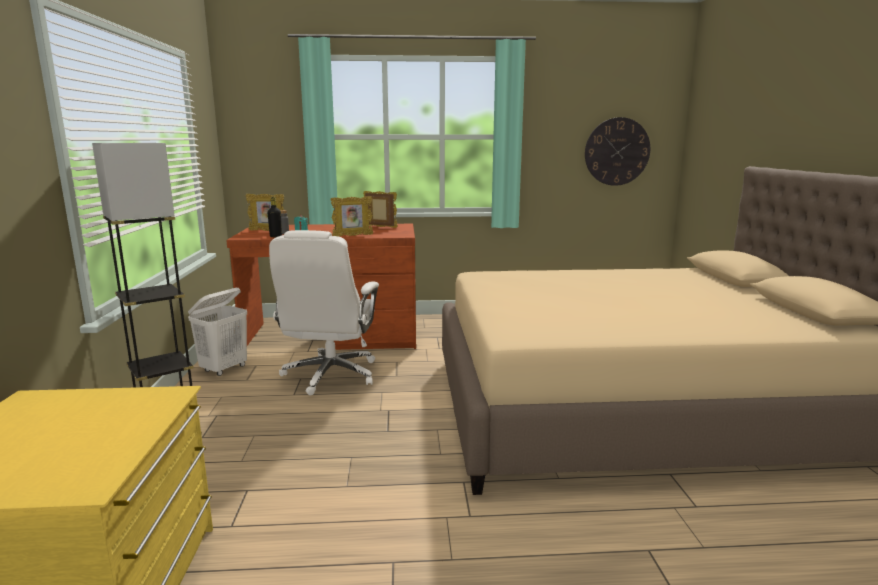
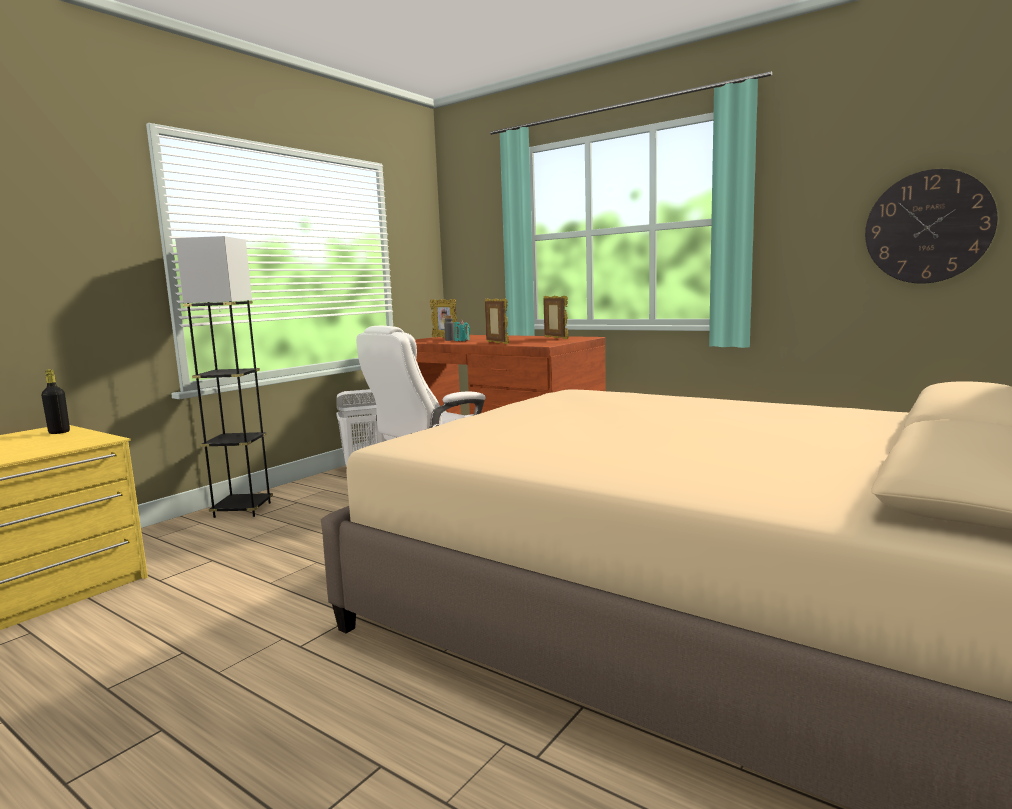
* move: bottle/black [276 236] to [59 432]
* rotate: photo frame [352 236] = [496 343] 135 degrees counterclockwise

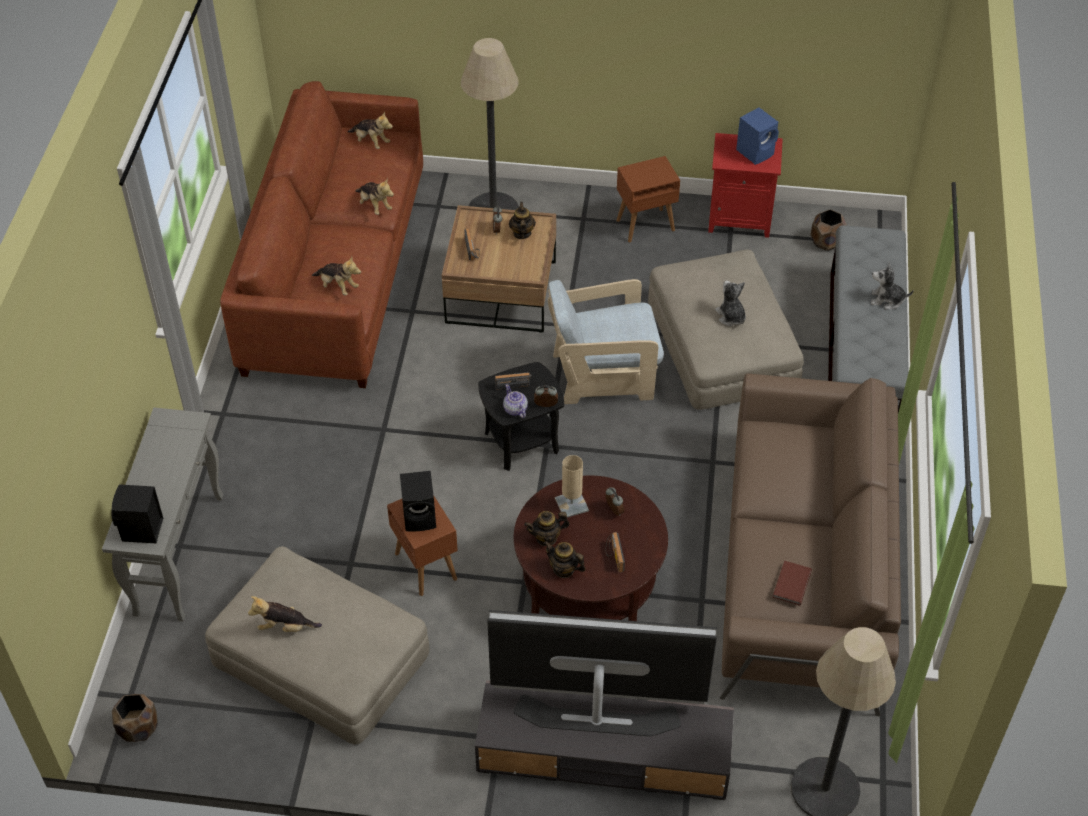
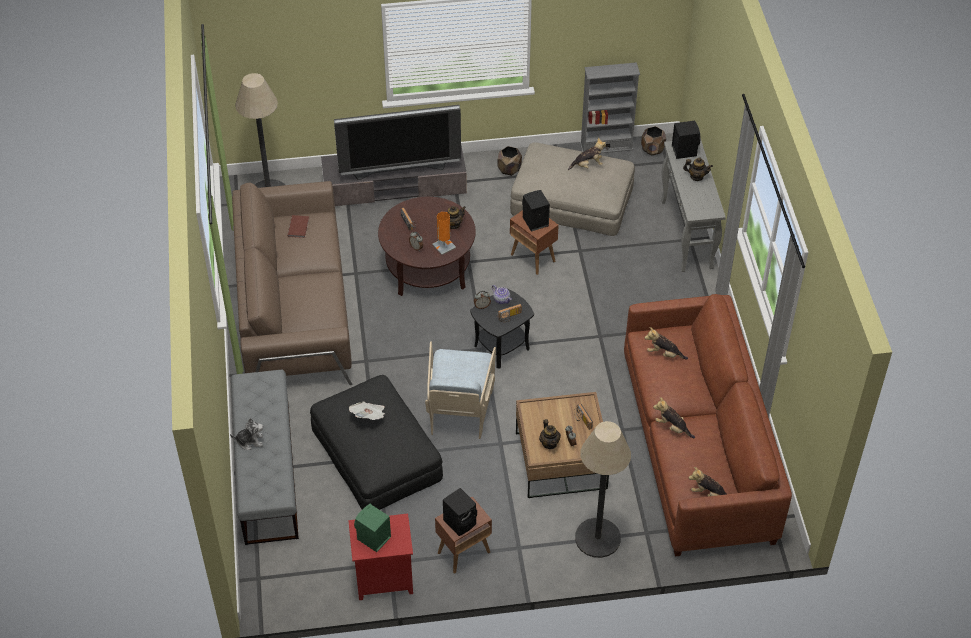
* insert: audio speaker/black [461 522]
* insert: bookshelf/gray [606 146]
* move: teapot [564 569] to [696 176]
* move: flower pot/brown-coloured [826 242] to [509 169]
* replace: plush toy [731 316] to daily paper [369 416]
* recolor: table lamp/beige-coloured [571 504] to table lamp/orangey [444 246]
* recolor: pouffe/beige-coloured [722 343] to pouffe/black [376 453]
* recolor: audio speaker/blue-coloured [756 152] to audio speaker/green [373 539]
* rotate: easy chair/beige-coloured [603 374] = [459 409] 120 degrees clockwise

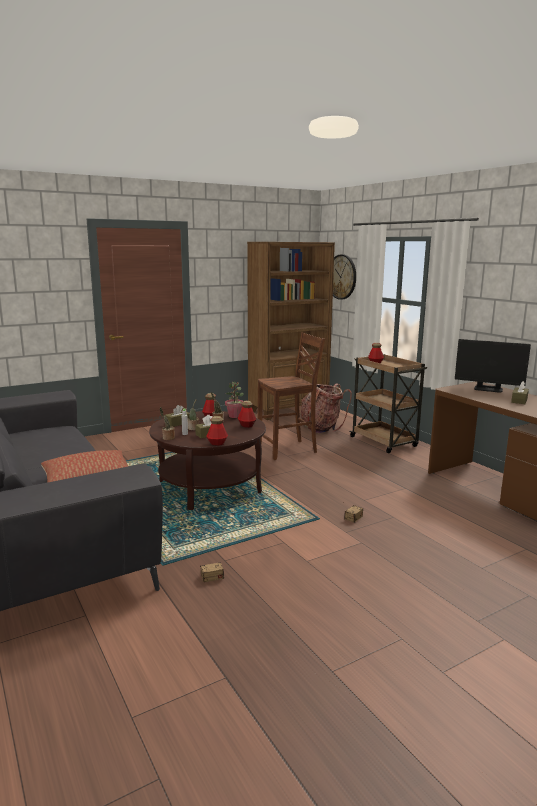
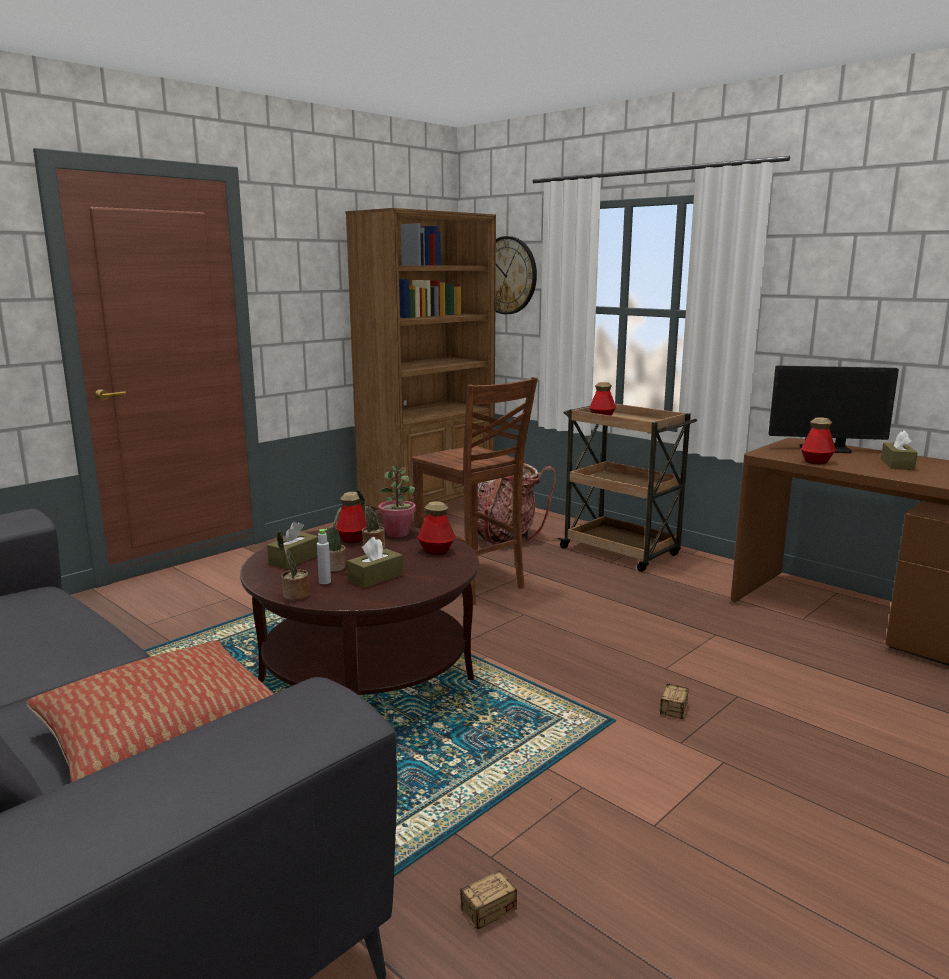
* move: bottle [217 443] to [816 462]
* rotate: plain chair/brown-coloured [288 450] = [472 584] 90 degrees clockwise

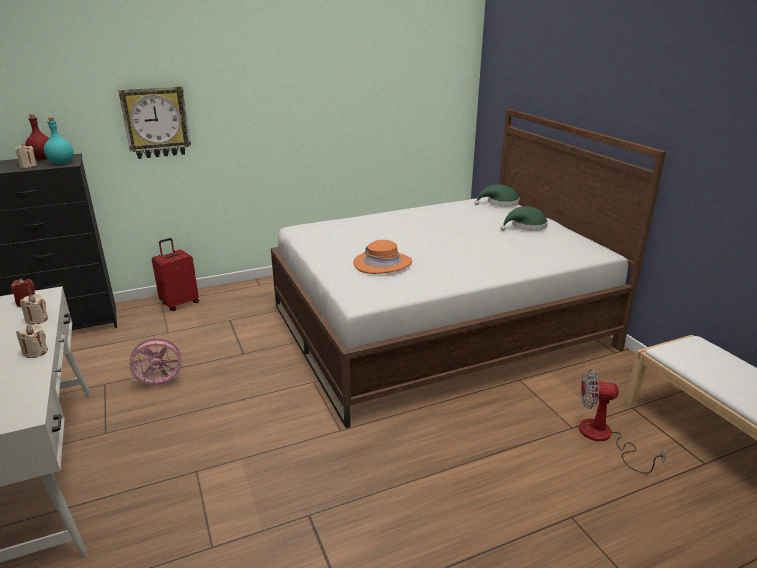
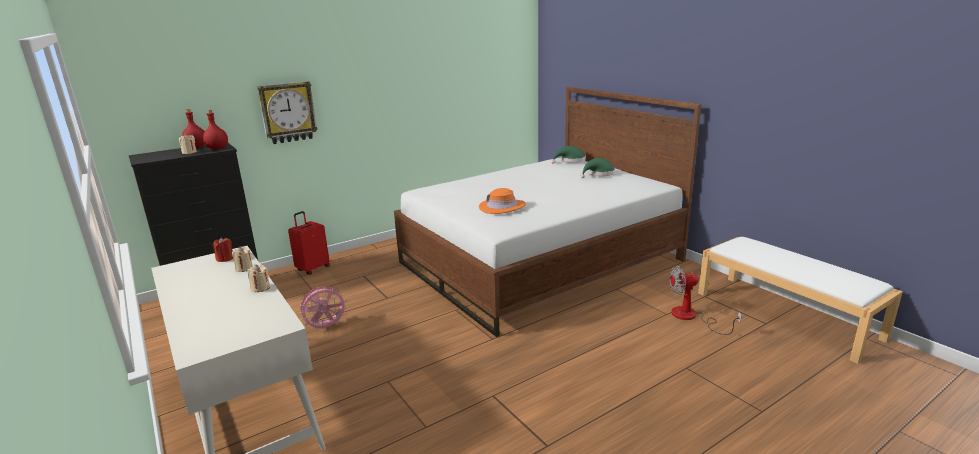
* recolor: bottle/turquoise [61 163] to bottle/reddish [217 148]

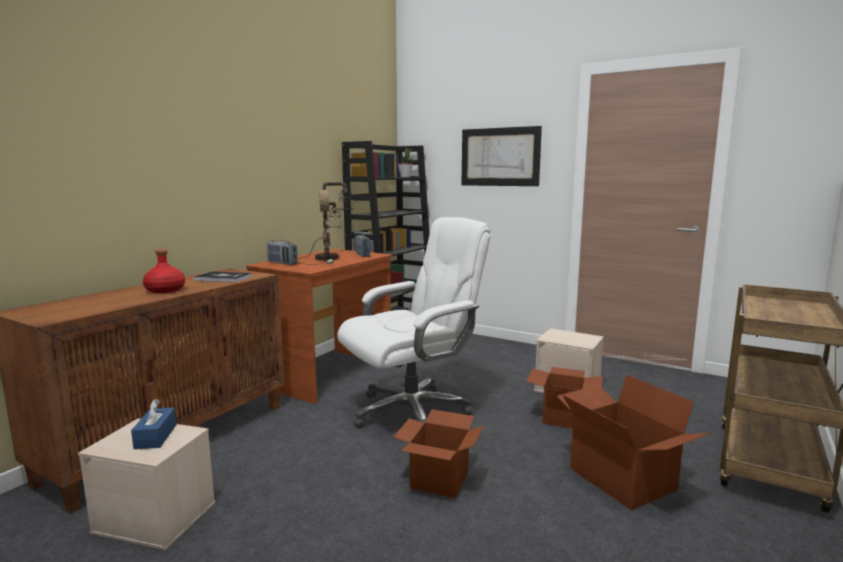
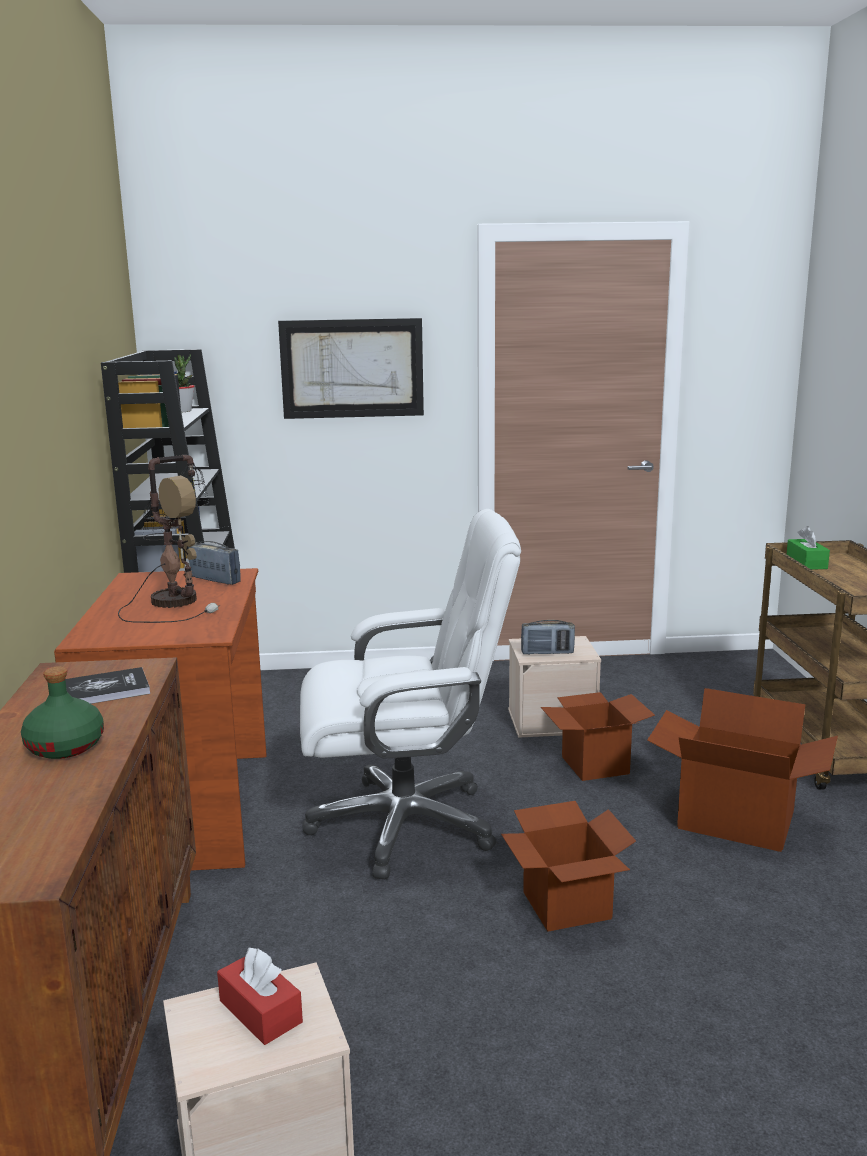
* insert: box of tissues/green [806 563]
* move: radio set [282 263] to [547 653]
* recolor: box of tissues/blue-coloured [155 436] to box of tissues/reddish [260 1011]
* recolor: bottle/reddish [165 290] to bottle/green [66 746]
* rotate: office chair/whitish [412 411] = [406 824] 60 degrees clockwise

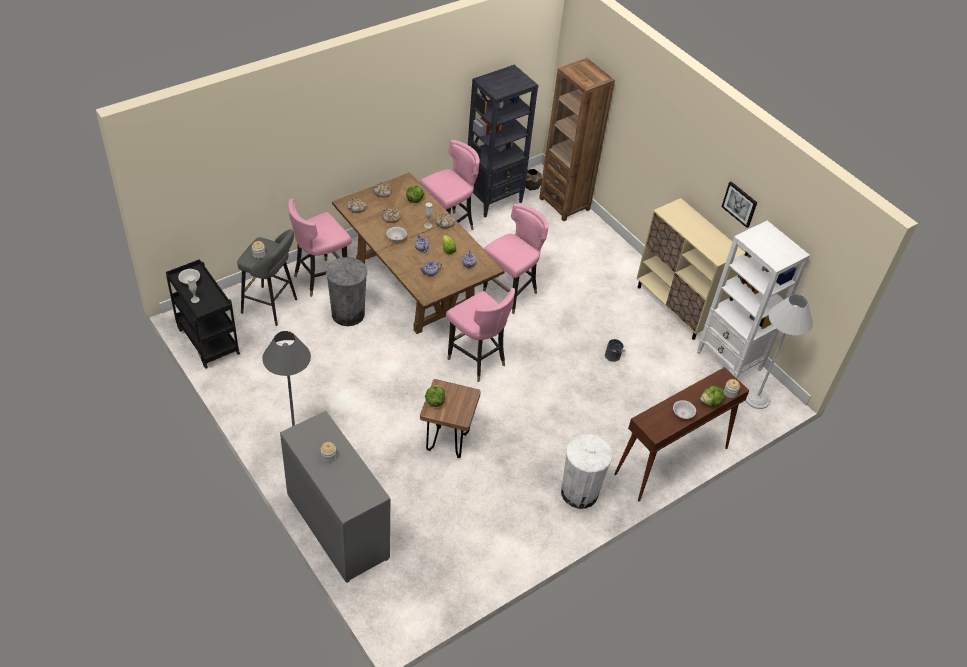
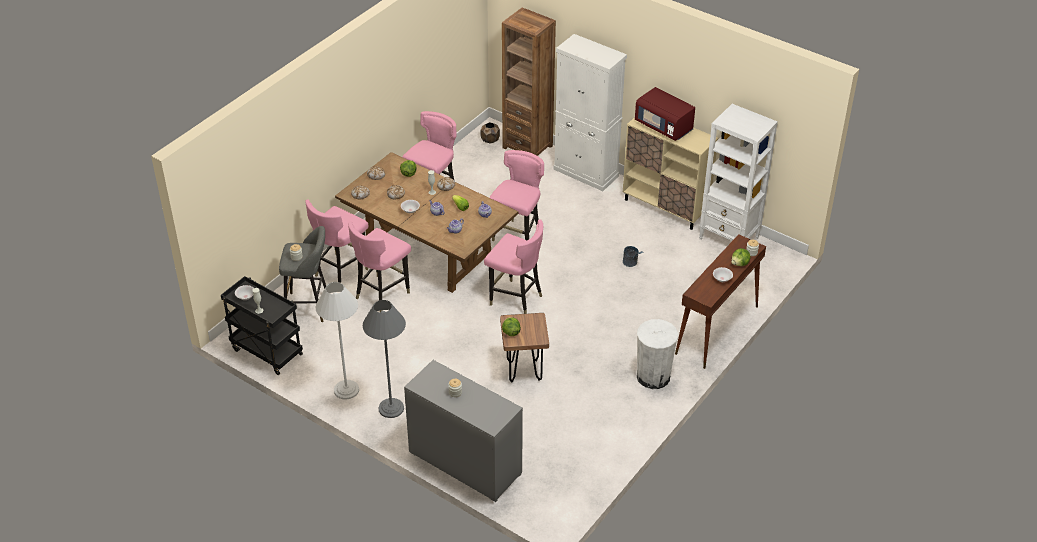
* delete: bookshelf/black [494 199]
* delete: wall art [740 204]
* insert: cabinet/whitish [586 173]
* insert: microwave/reddish [664 127]
* move: standard lamp/whitish [757 399] to [346 390]
* replace: trash can/gray [348 314] to plain chair/pink [382 294]

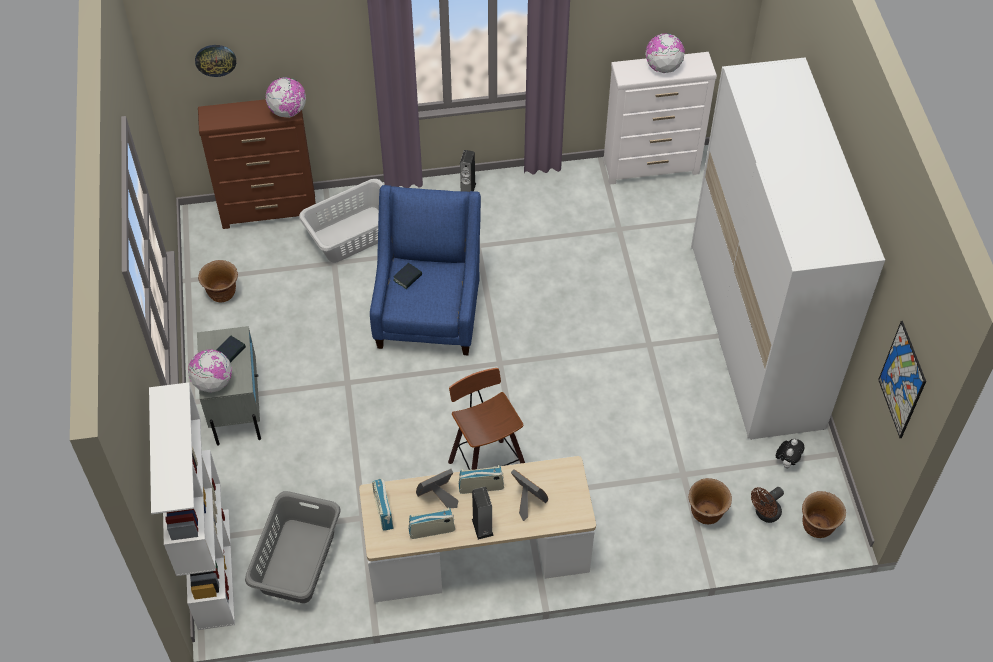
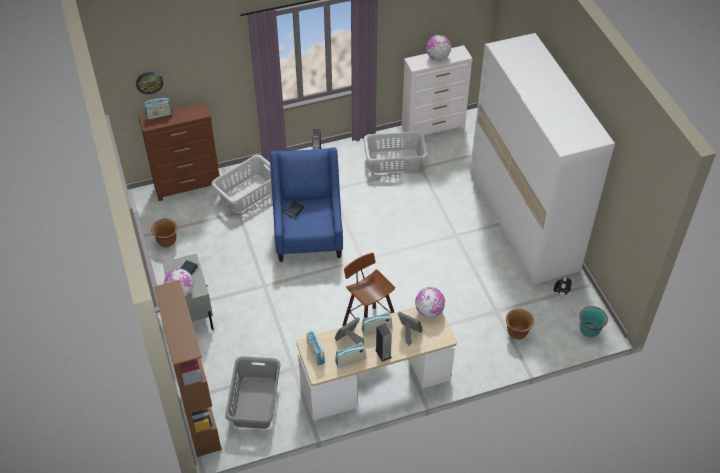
* delete: fan/brown-coloured [765 514]
* delete: wall art [902 380]
* insert: radio set [159 115]
* insert: hamper/gray [395 161]
* move: globe [288 111] to [429 311]
* recolor: bookshelf/whitish [213 568] to bookshelf/brown-coloured [198 415]
* recolor: flower pot/brown-coloured [817 526] to flower pot/turquoise [589 330]

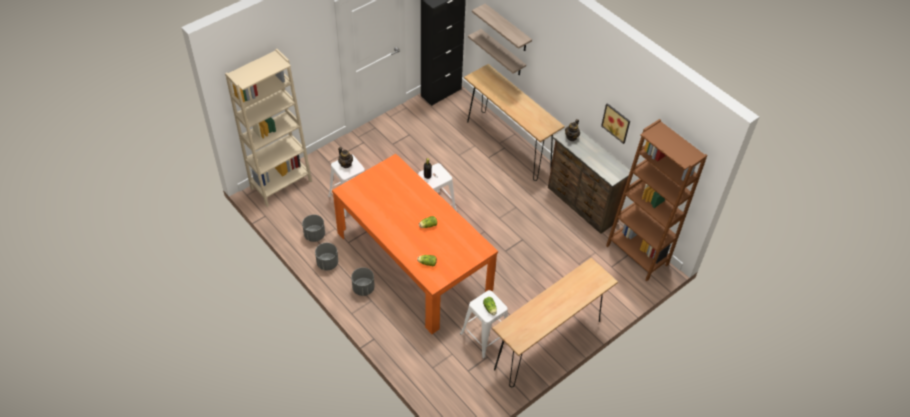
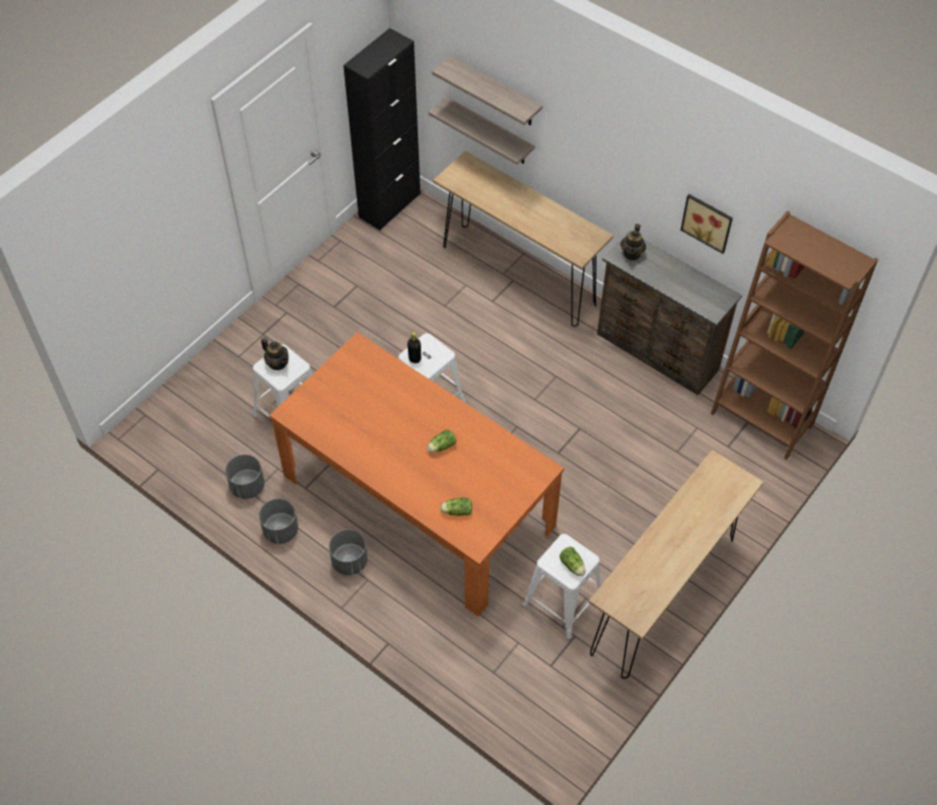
* delete: bookshelf/beige-coloured [281 184]

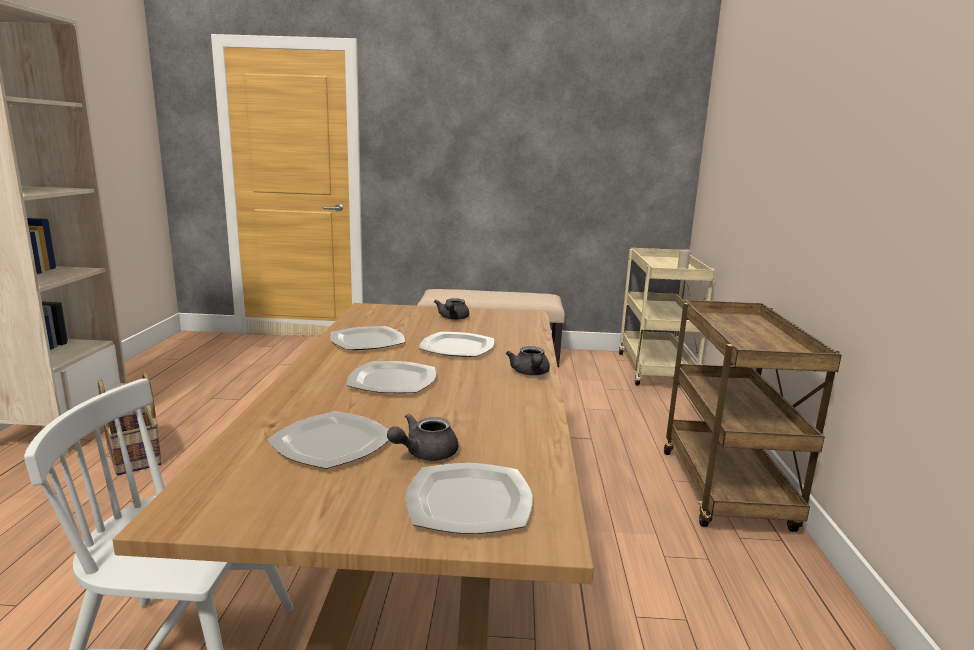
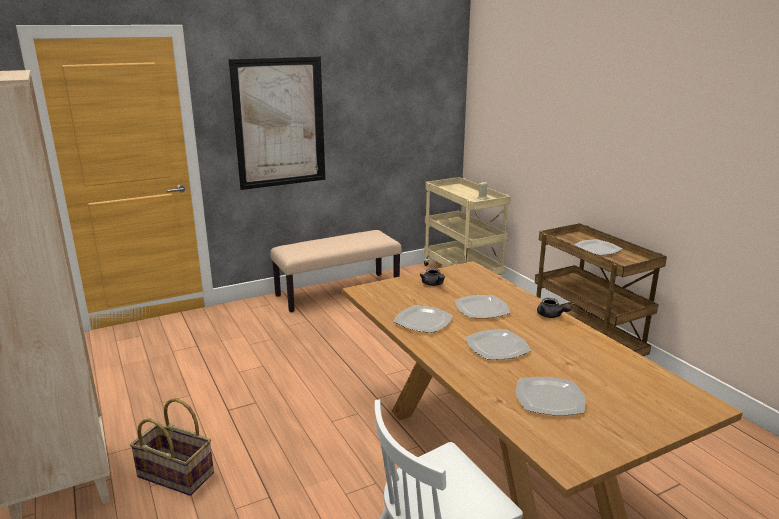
* delete: teapot/gray [424 454]
* insert: wall art [280 123]
* move: flat dish [470 501] to [597 249]

